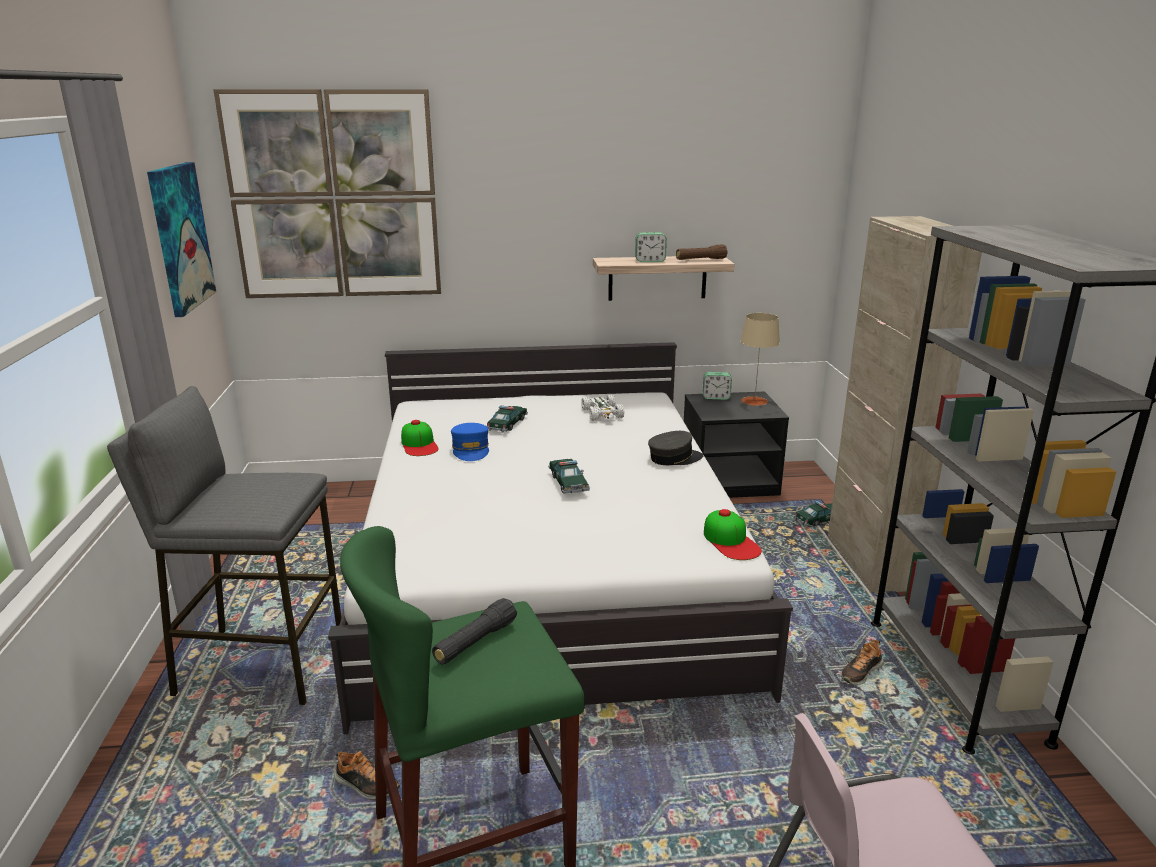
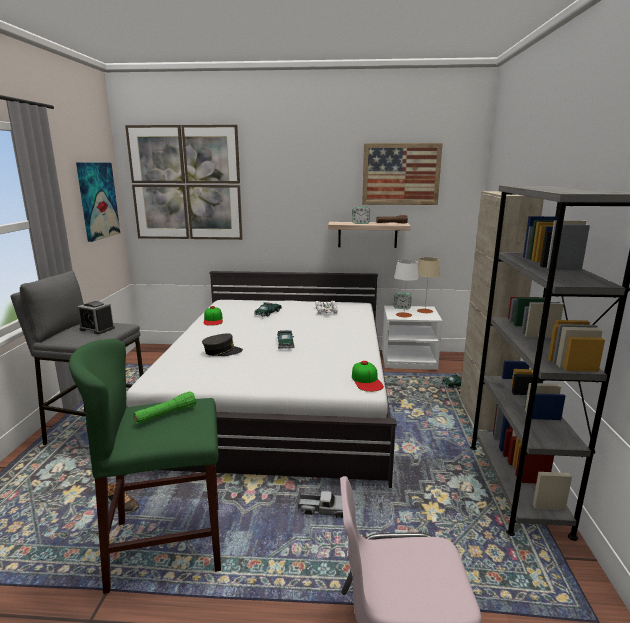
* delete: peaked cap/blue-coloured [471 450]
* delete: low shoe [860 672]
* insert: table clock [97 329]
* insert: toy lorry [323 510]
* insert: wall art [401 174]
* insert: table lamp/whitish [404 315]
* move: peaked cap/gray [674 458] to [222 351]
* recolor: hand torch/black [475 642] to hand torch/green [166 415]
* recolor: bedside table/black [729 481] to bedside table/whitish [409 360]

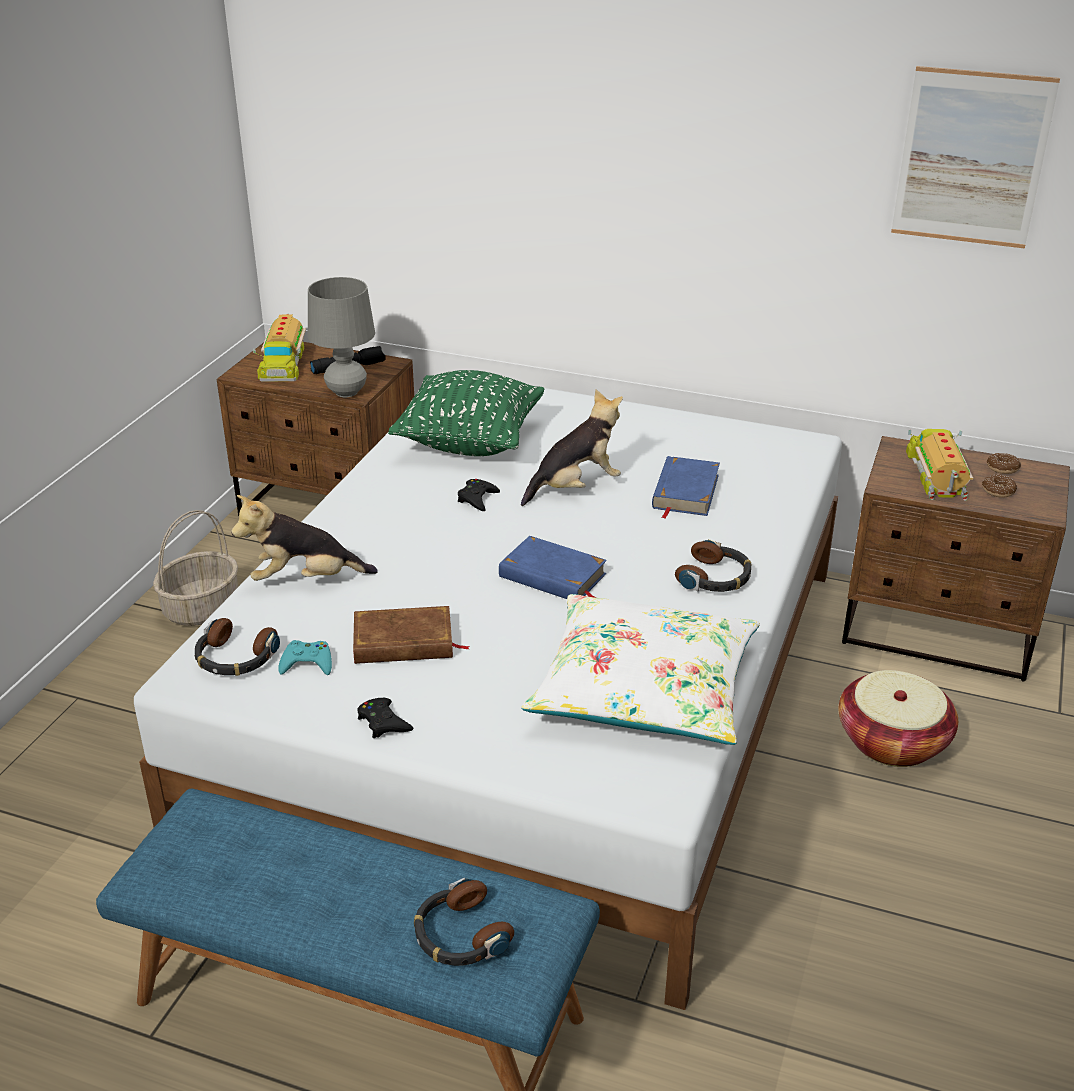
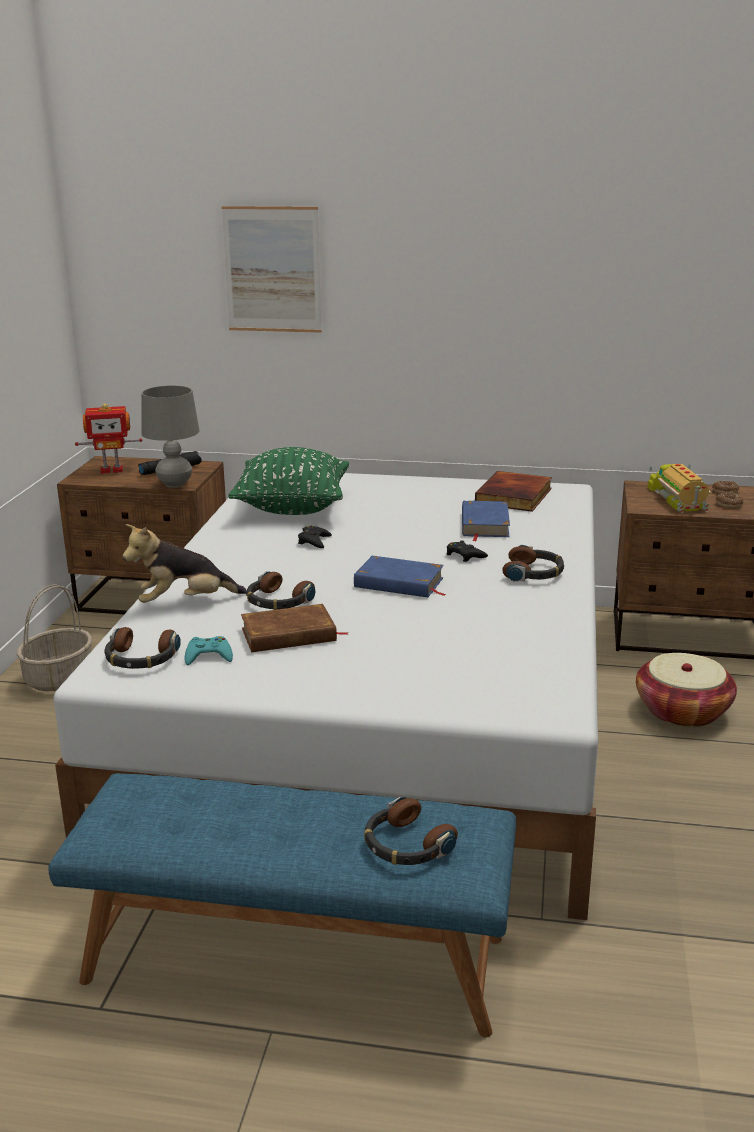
* delete: plush toy [575 487]
* delete: pillow/whitish [644 689]
* insert: headset [278 601]
* insert: volume [515 496]
* move: game controller/black [383 722] to [464 555]
* move: wall art [971 158] to [272 269]
* replace: toy lorry [282 362] to robot figure [111 470]

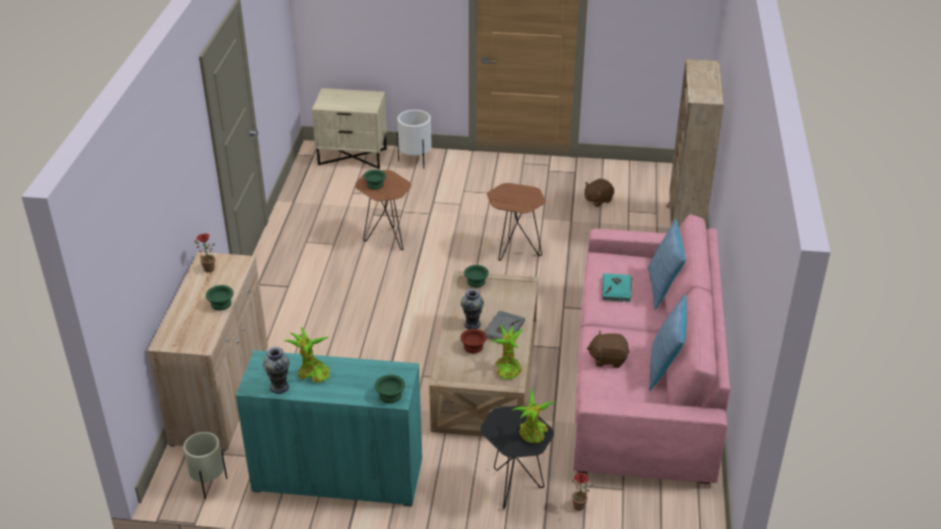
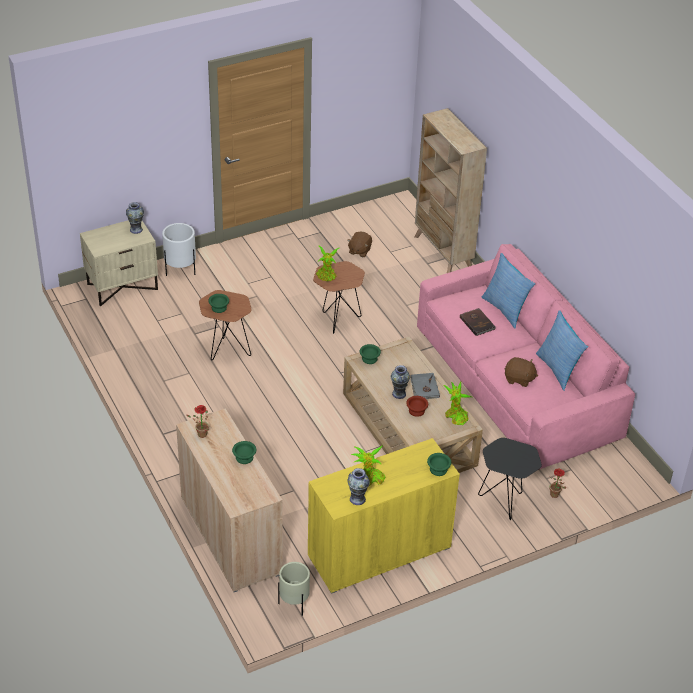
* insert: decorative vase [136 229]
* move: houseplant [532 435] to [327 276]
* recolor: cabinet/turquoise [338 475] to cabinet/yellow [379 552]
* recolor: volume/turquoise [617 289] to volume/brown-coloured [477 323]
* rotate: plush toy/brown-coloured [608 359] = [519 379] 135 degrees counterclockwise

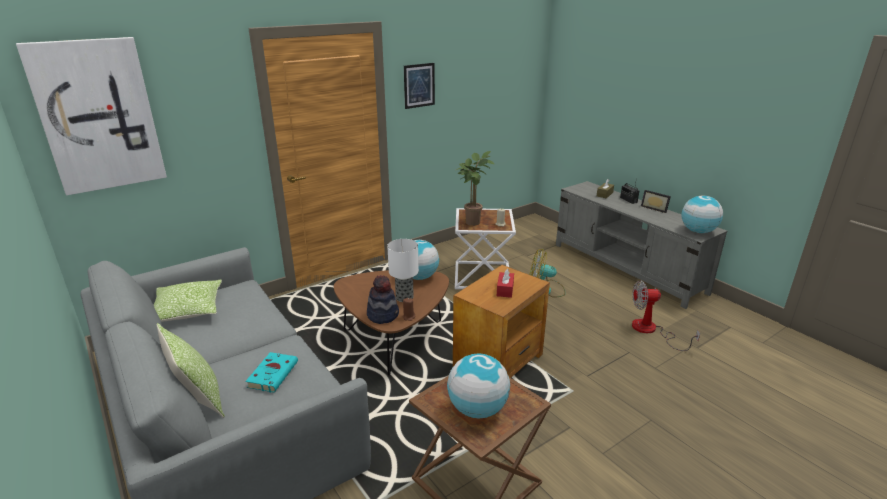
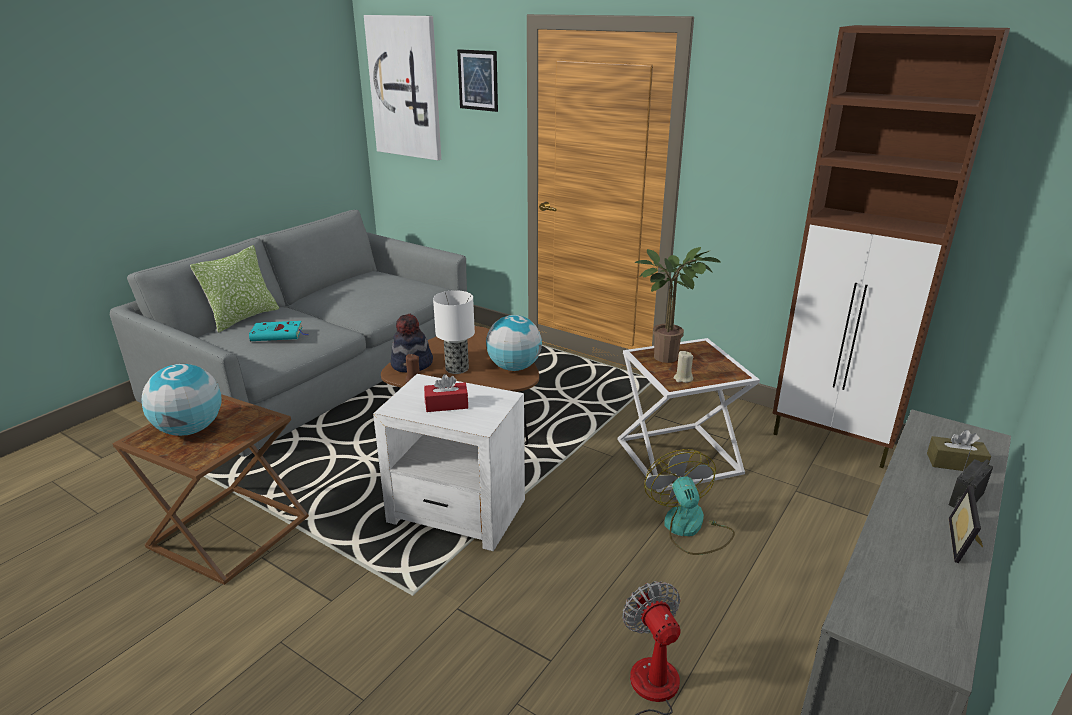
* delete: pillow [188 310]
* delete: globe [698 231]
* insert: cabinet/brown-coloured [833 441]
* move: wall art [419 85] to [478 80]
* recolor: accent table/brown-coloured [499 361] to accent table/whitish [457 512]

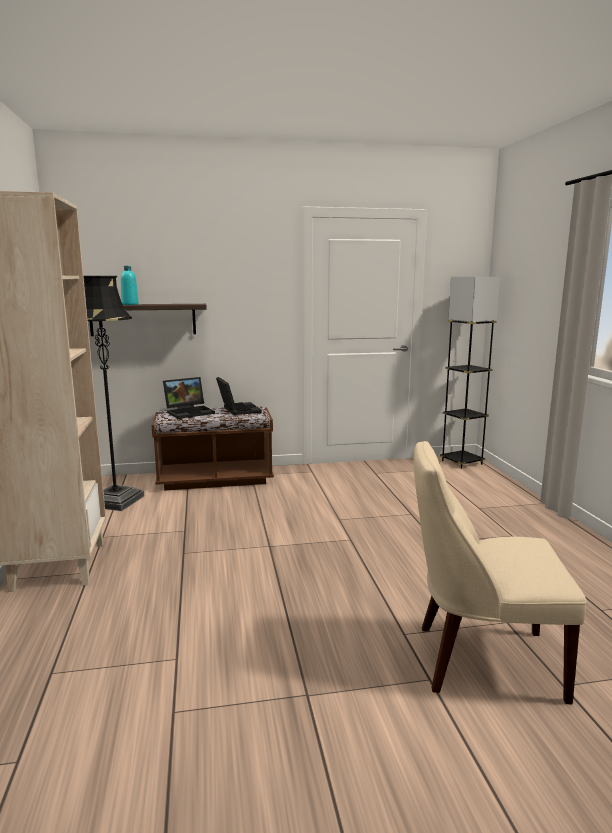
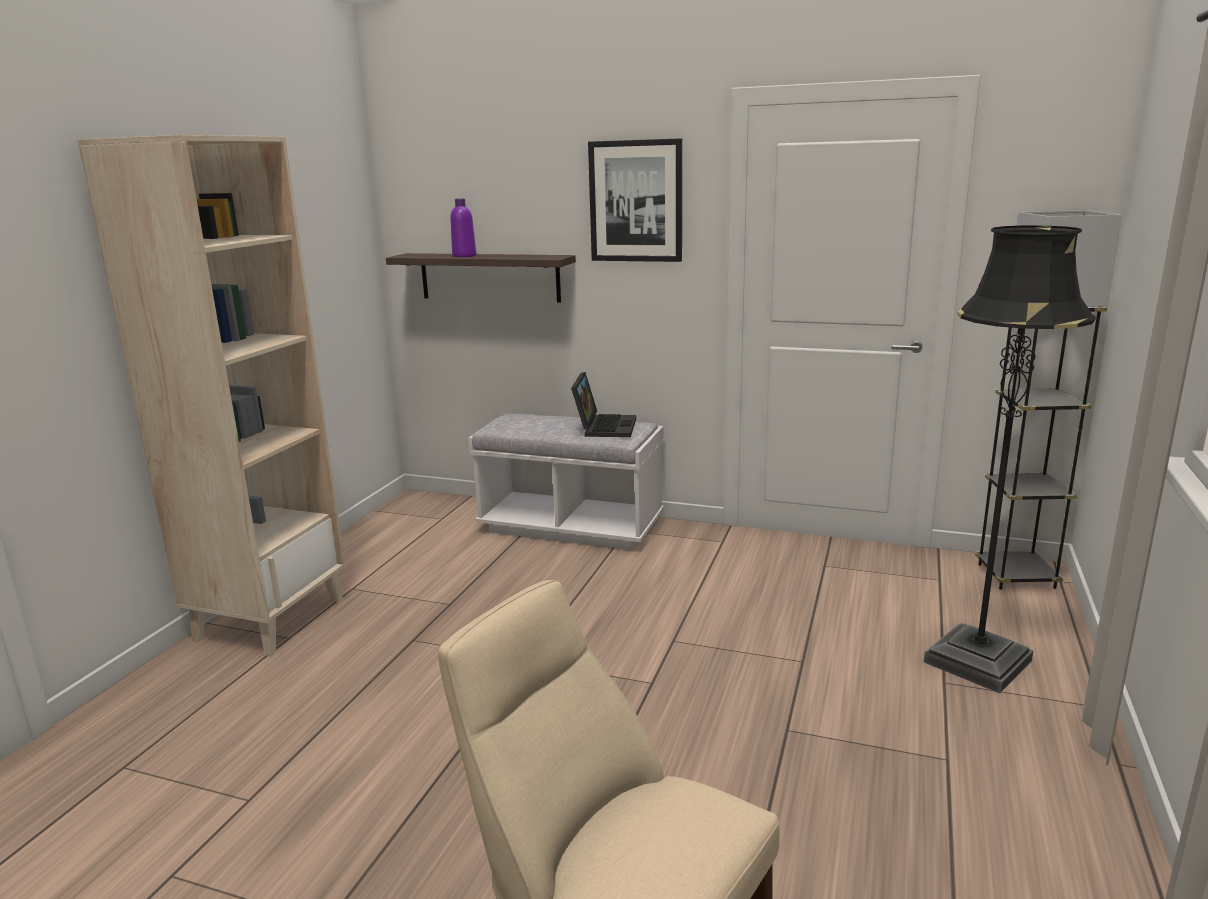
* delete: laptop [190 412]
* insert: wall art [636 201]
* move: standard lamp/black [116 501] to [977 661]
* recolor: bottle/turquoise [130 304] to bottle/purple [464 256]
* recolor: long seat/brown-coloured [215 479] to long seat/whitish [571 526]

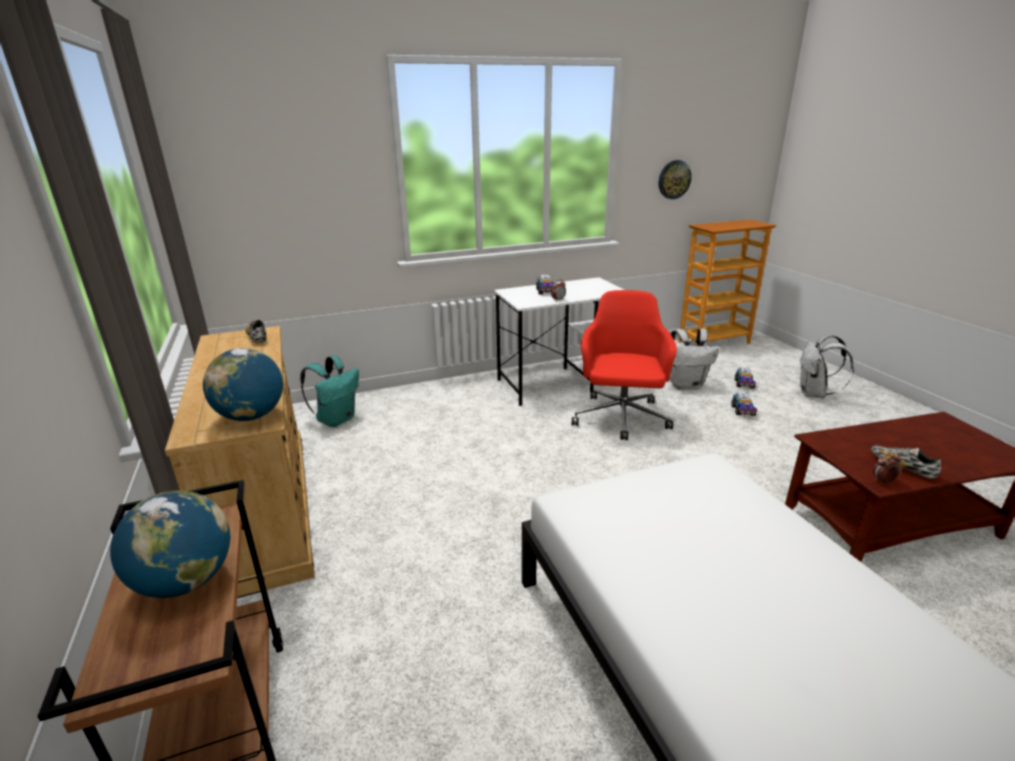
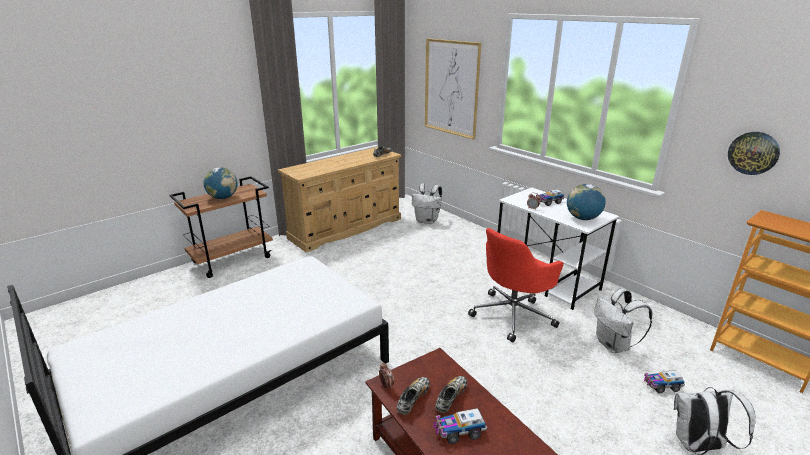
* insert: wall art [451 88]
* insert: low shoe [451 398]
* move: globe [251 416] to [582 218]
* move: toy lorry [743 411] to [458 431]
* recolor: knapsack/turquoise [336 419] to knapsack/whitish [427 221]
* rotate: office chair/reddish [621 418] = [513 315] 150 degrees clockwise

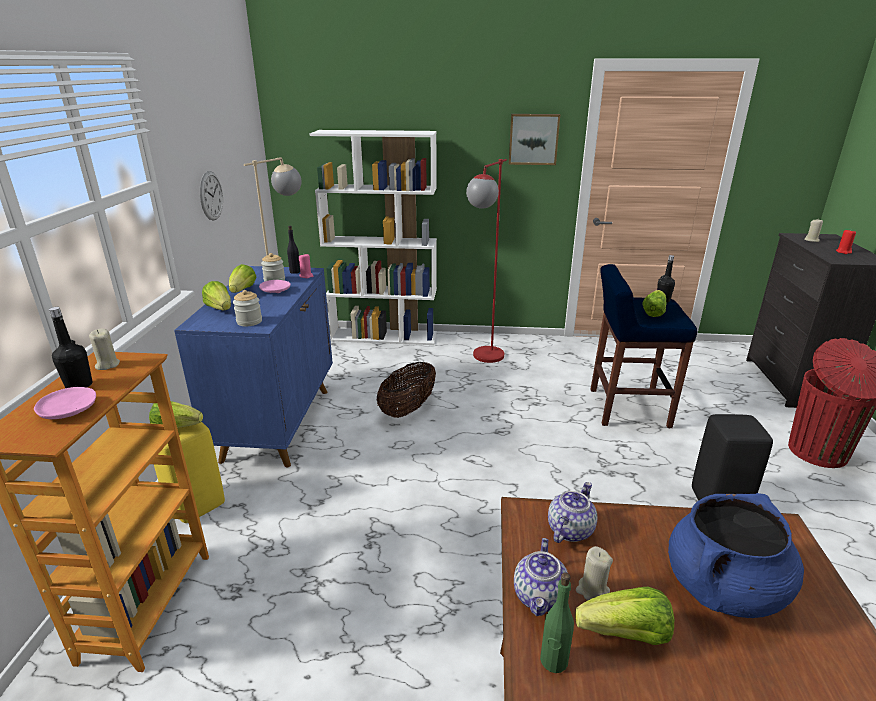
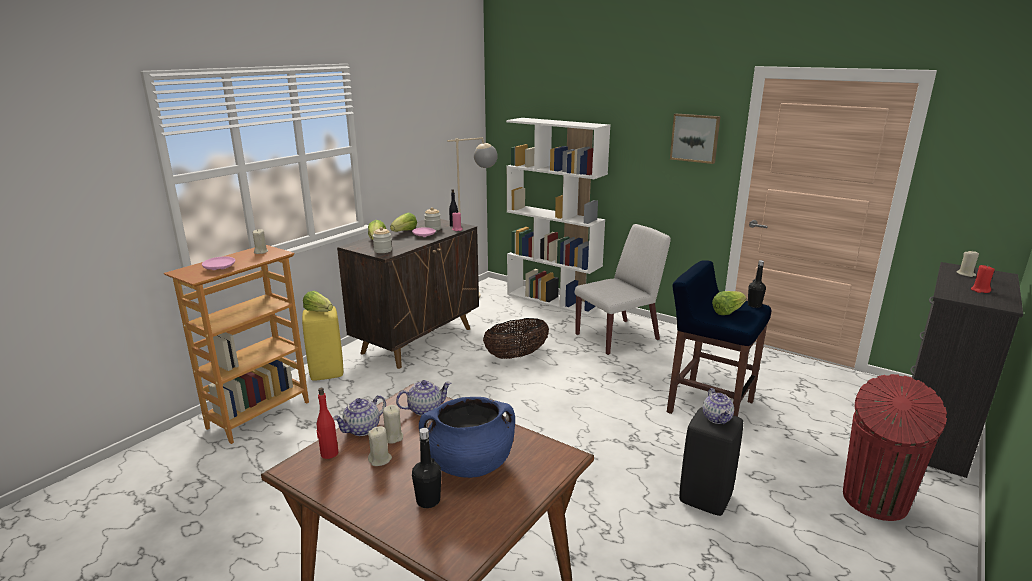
* delete: hanging clock [211 196]
* insert: teapot [717 418]
* move: bottle/black [79 385] to [428 501]
* replace: standard lamp/reddish [483 360] to plain chair/whitish [618 337]
* replace: lettuce head [626 635] to wax candle/beige-coloured [380 459]
* recolor: cabinet/blue-coloured [278 423] to cabinet/brown-coloured [418 340]
* recolor: bottle/green [553 661] to bottle/reddish [329 453]

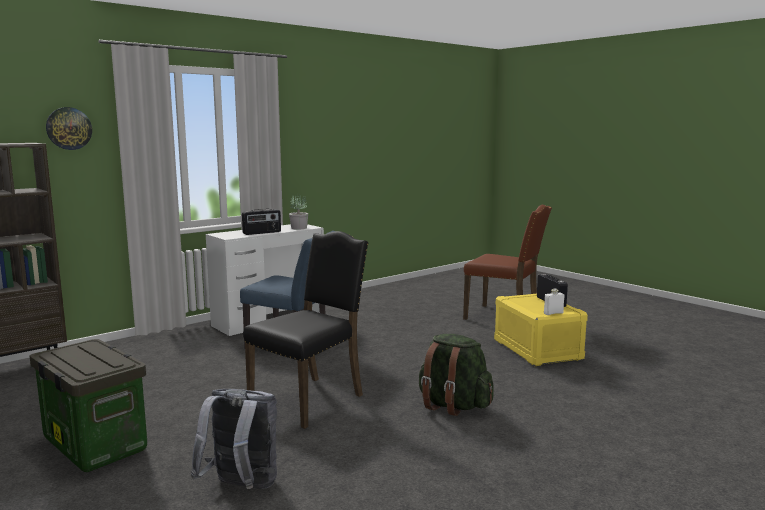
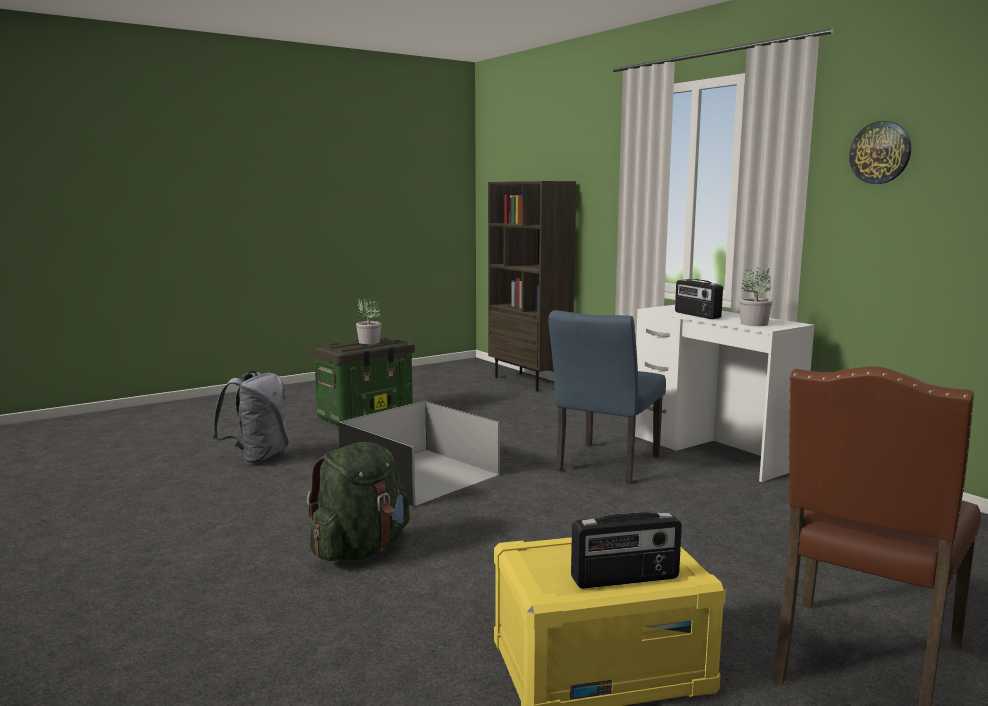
* delete: bottle/whitish [553 313]
* insert: houseplant [369 342]
* move: hanging clock [69 128] to [880 152]
* replace: plain chair/black [310 399] to storage bin/black [419 476]

